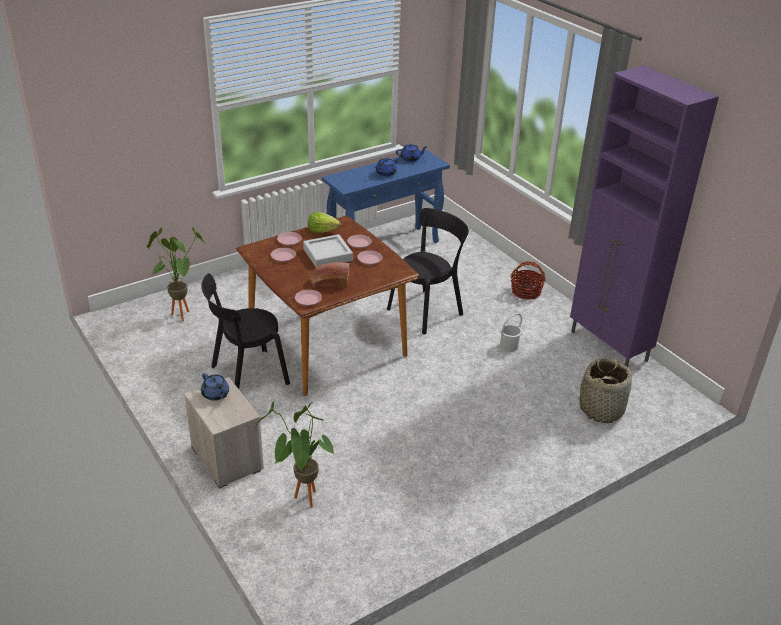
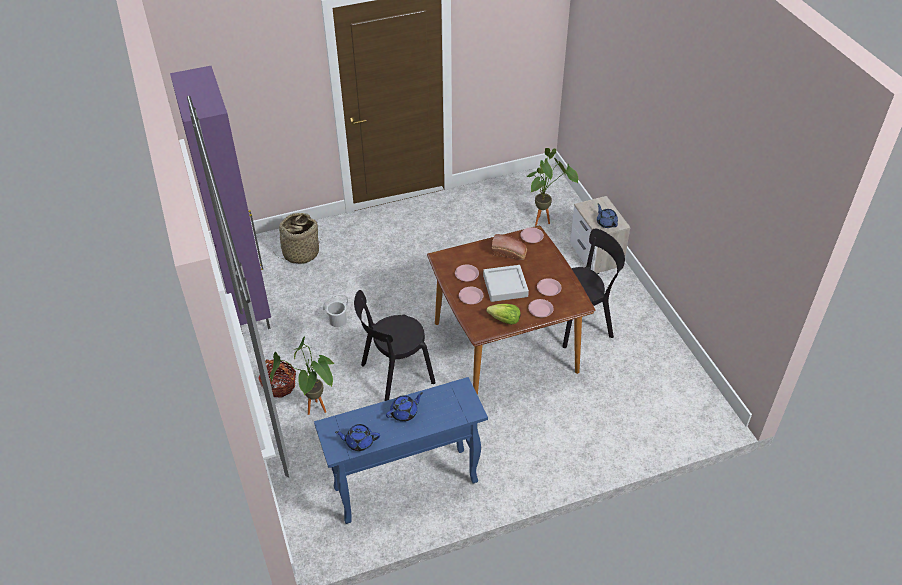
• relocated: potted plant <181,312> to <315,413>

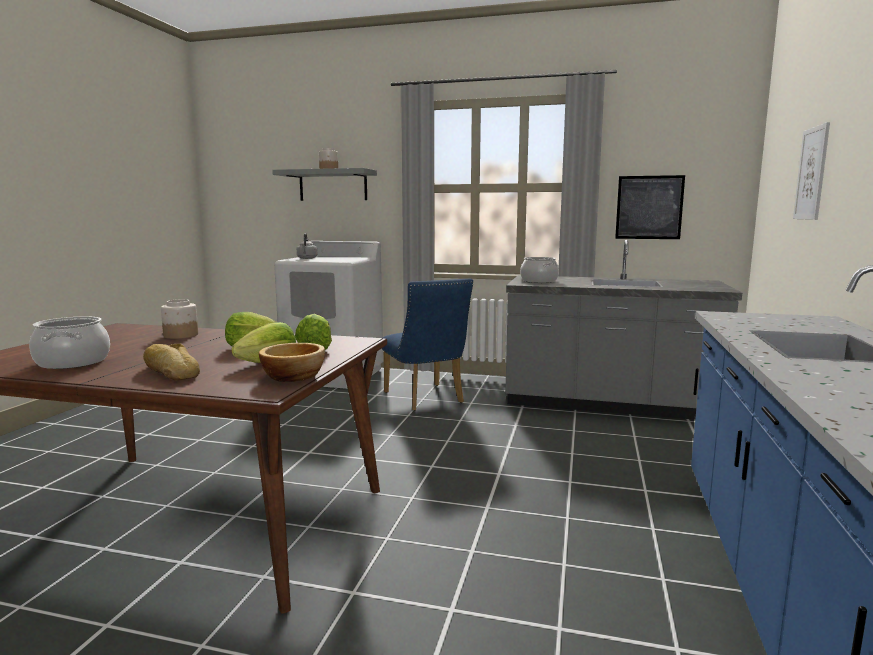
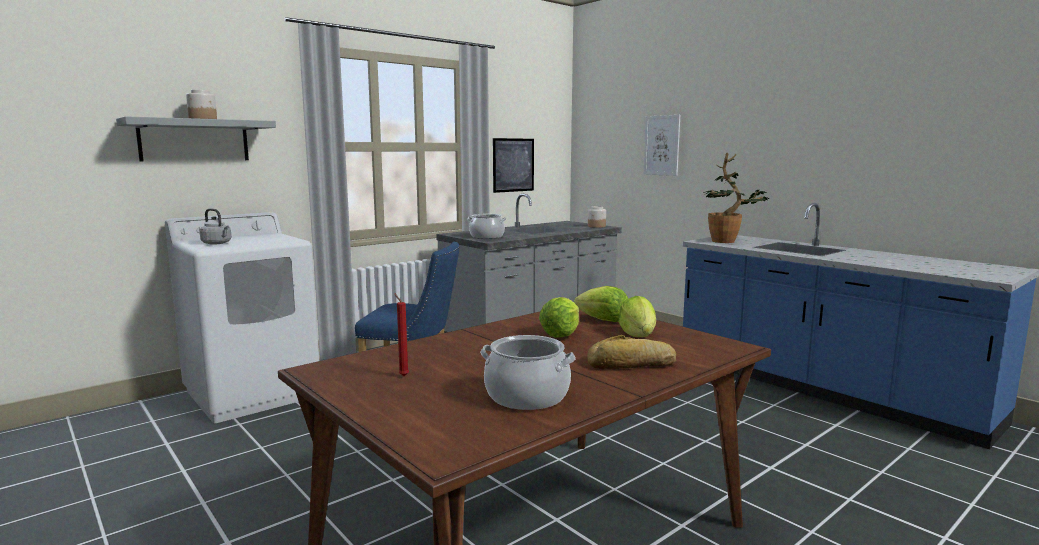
• appeared: reddish wax light <402,375>
• relocated: jar <180,335> to <596,226>
• appeared: potted plant <729,241>
• missing: deep dish <294,376>

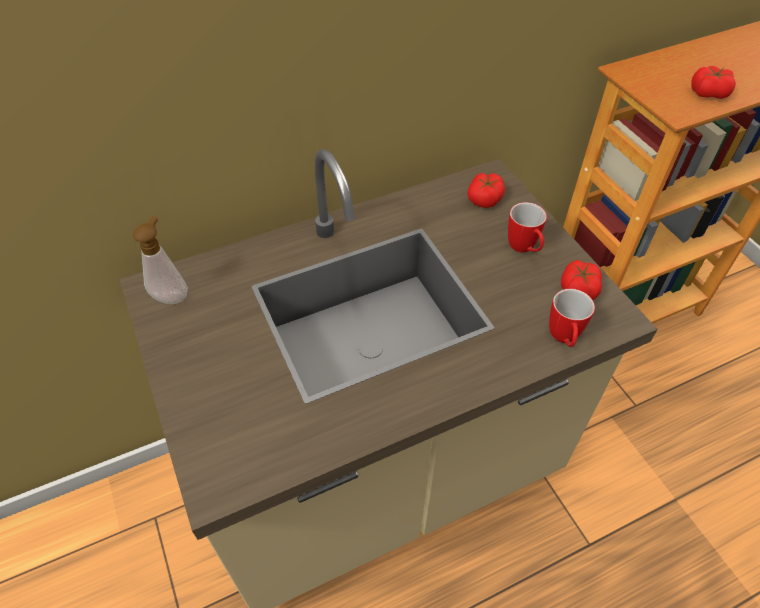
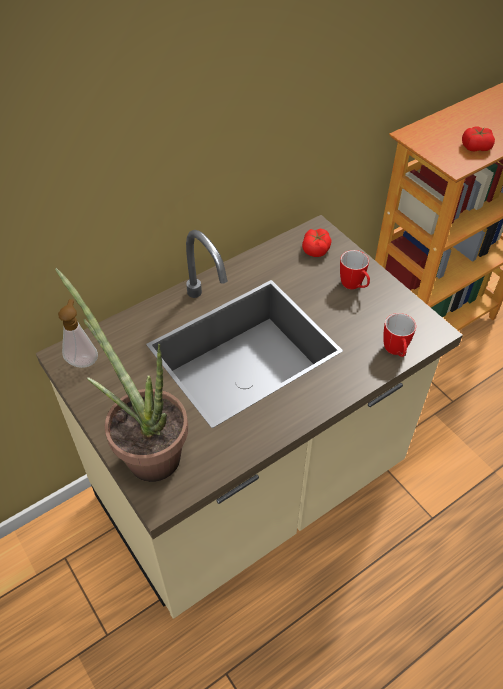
• appeared: potted plant <146,450>
• missing: fresh tomato <578,289>

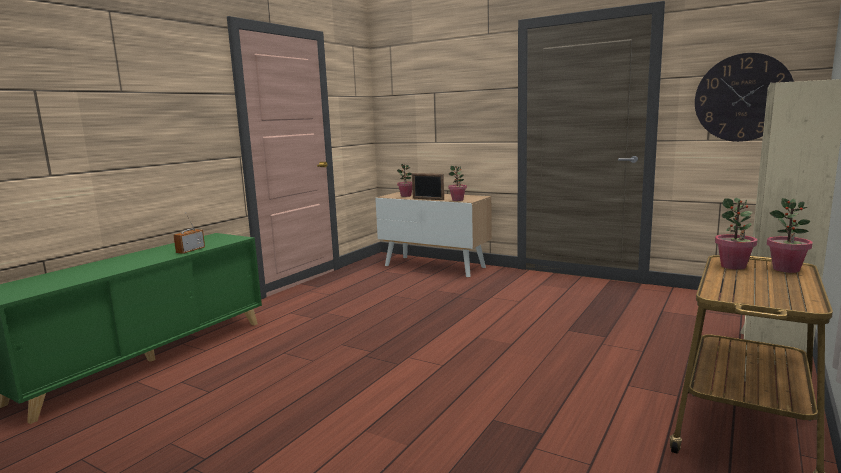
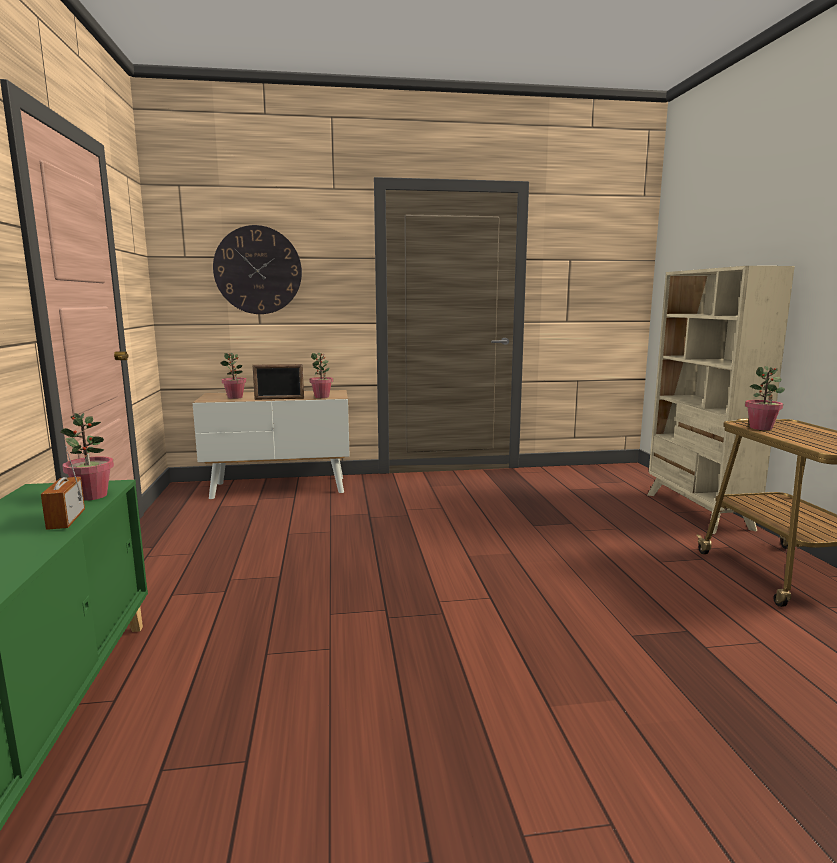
• relocated: potted plant <786,269> to <92,496>
• relocated: clock on the wall <742,98> to <258,270>

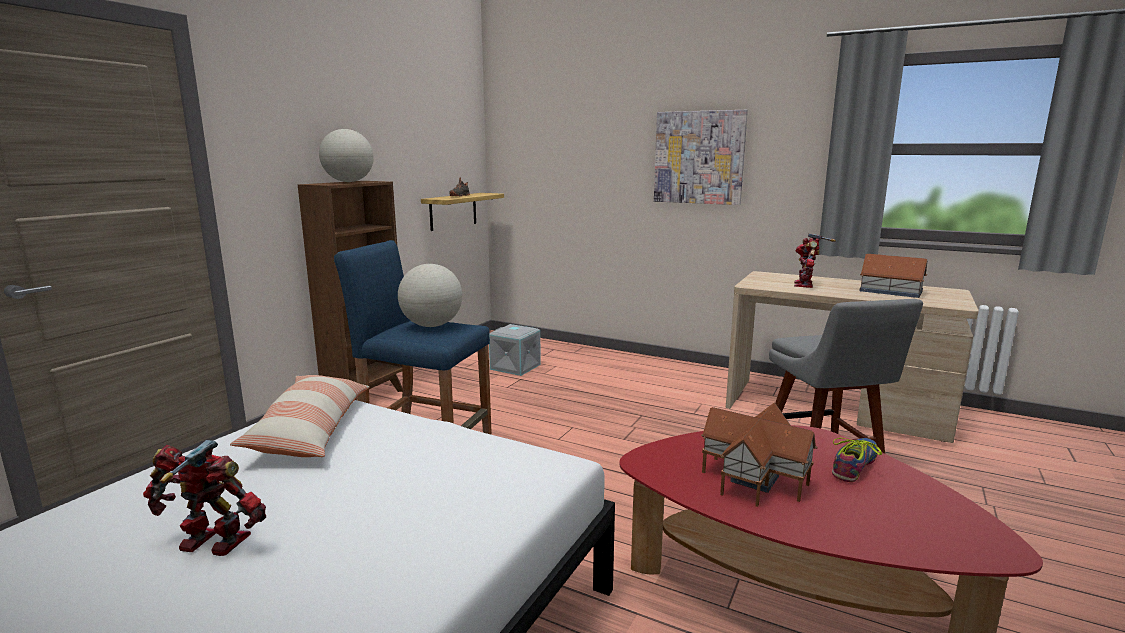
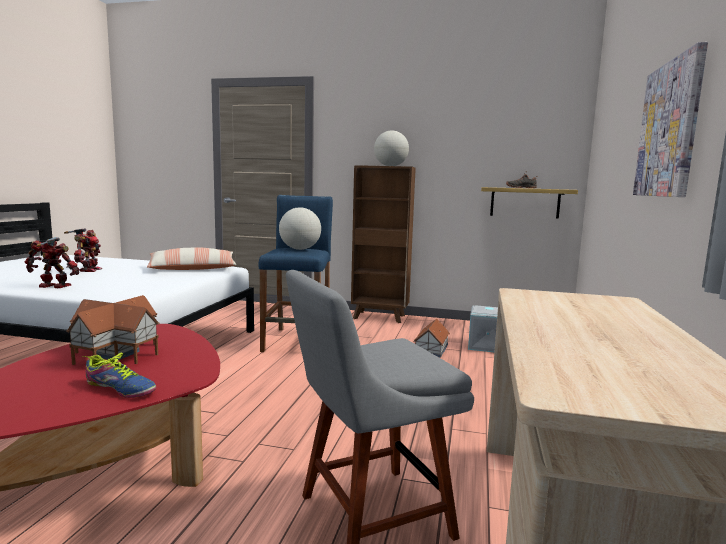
• relocated: toy robot <805,285> to <54,286>
• relocated: model house <890,291> to <431,349>

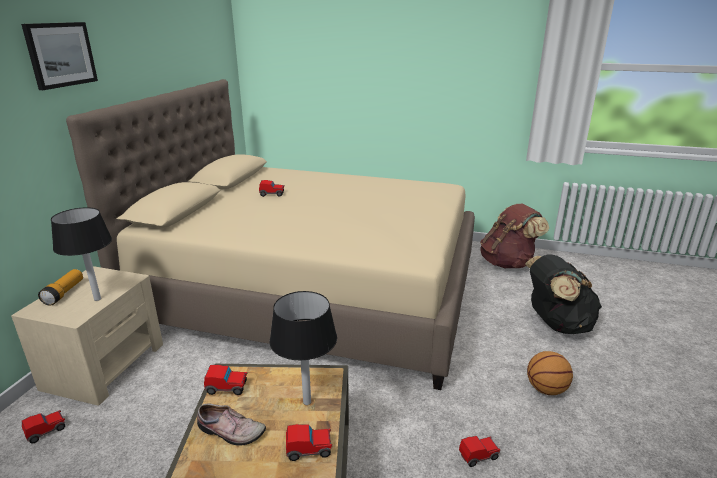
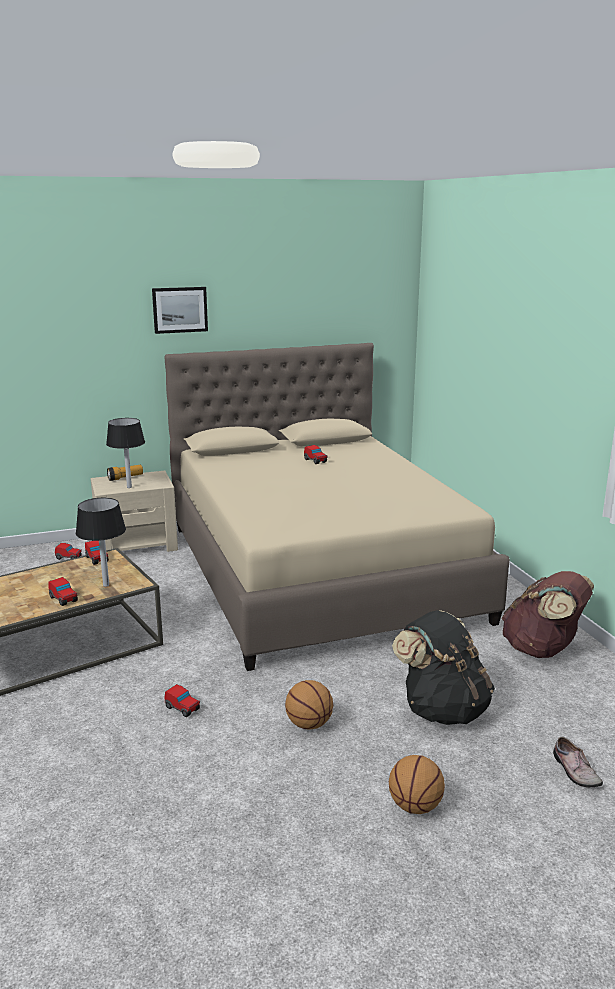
• appeared: basketball ball <414,806>
• relocated: low shoe <230,432> to <574,771>

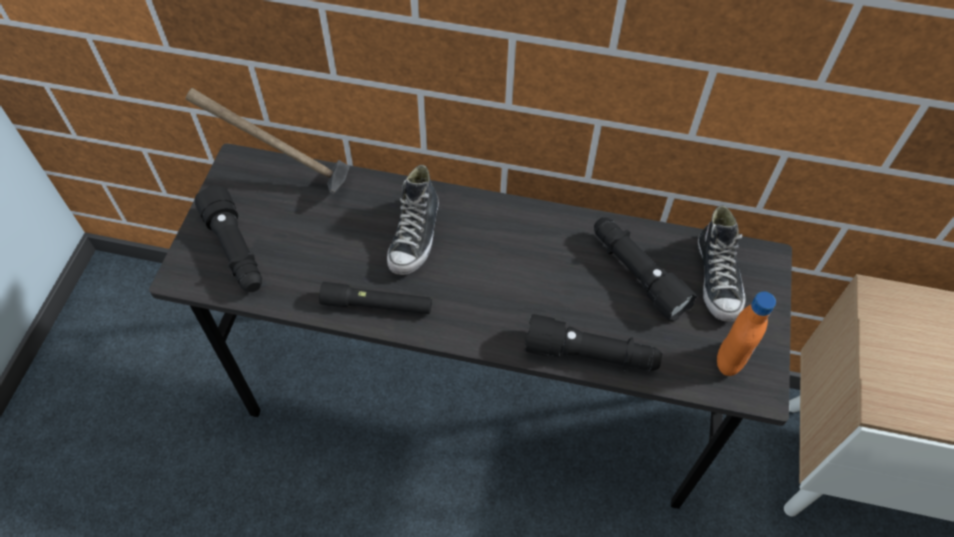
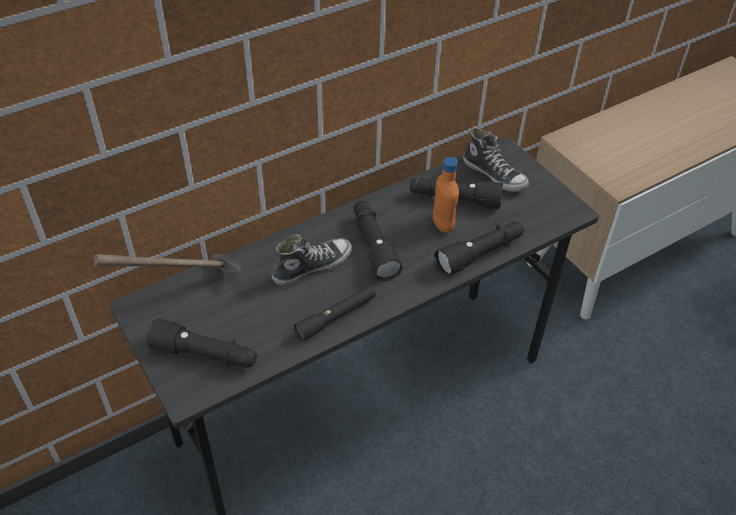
• spun: low shoe <415,237> = <312,266> 90 degrees counterclockwise
• appeared: blackish torch <373,246>
• relocated: orangey drink bottle <730,359> to <442,224>

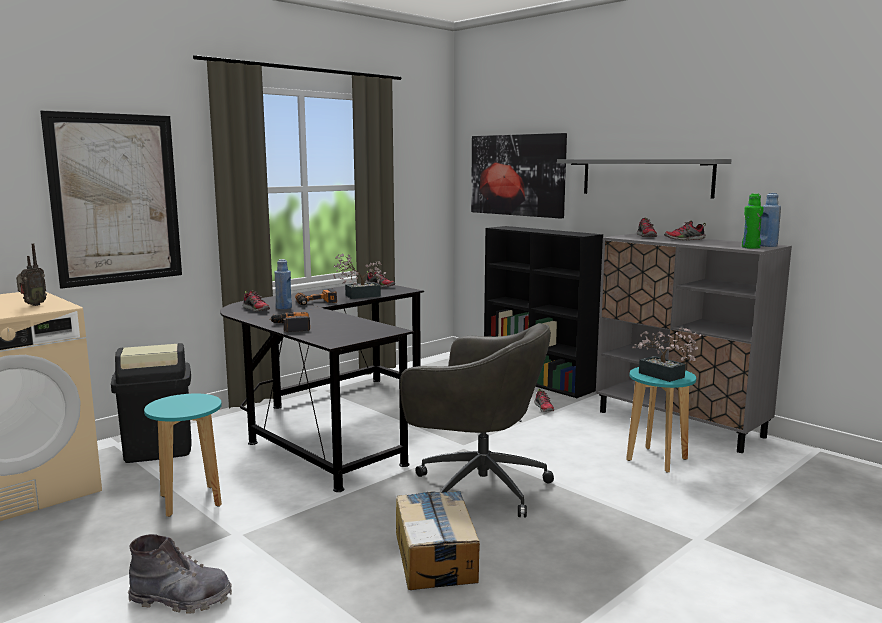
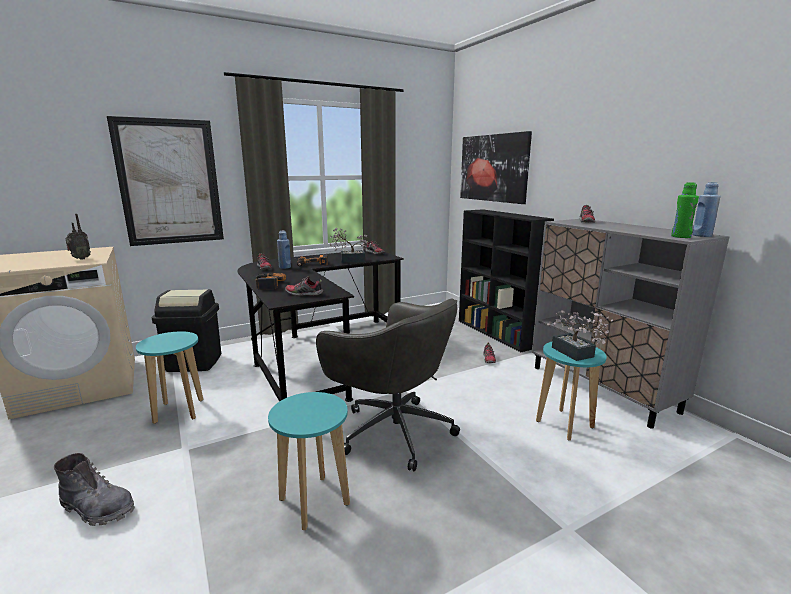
• exchanged: packing box <436,556> to turquoise stool <314,502>
• relocated: low shoe <684,239> to <303,294>
• missing: grey bracket shelf <646,177>

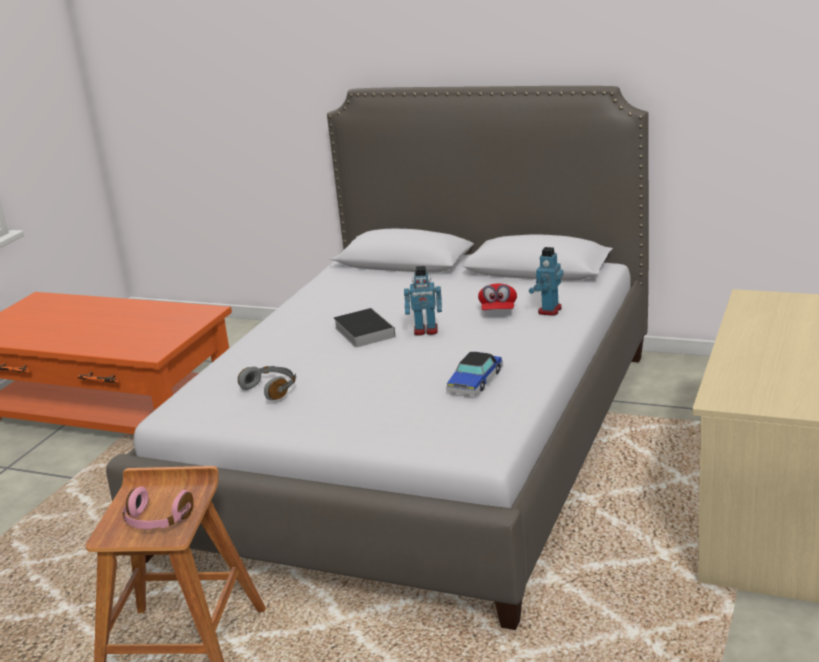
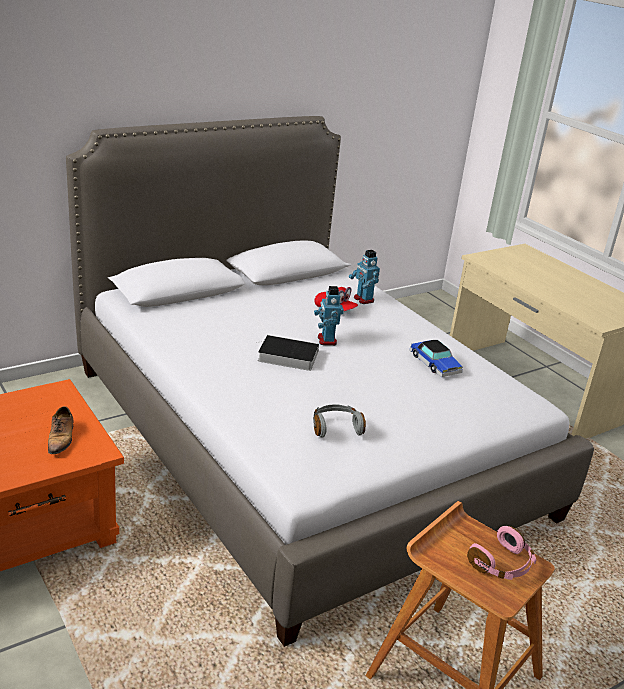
• appeared: low shoe <61,438>
• spun: toy robot <426,331> = <326,340> 135 degrees clockwise

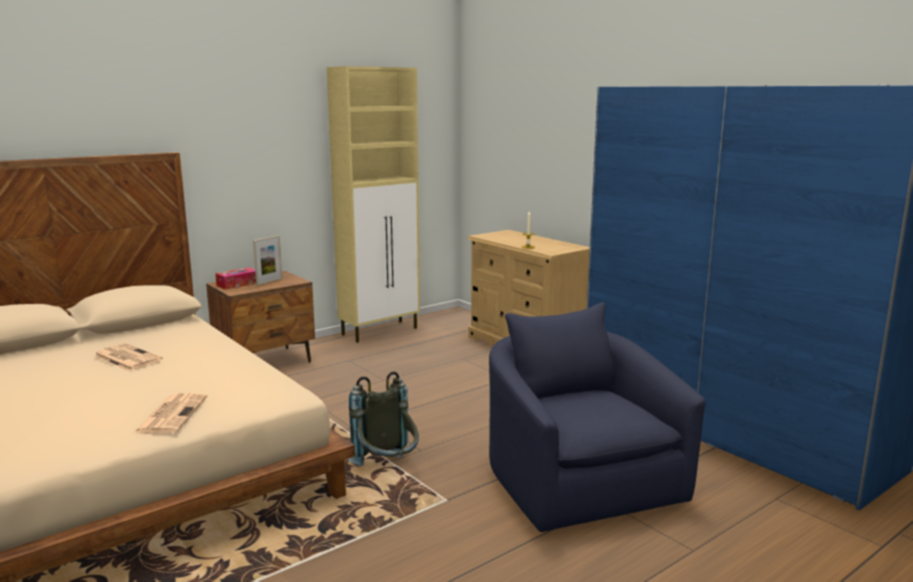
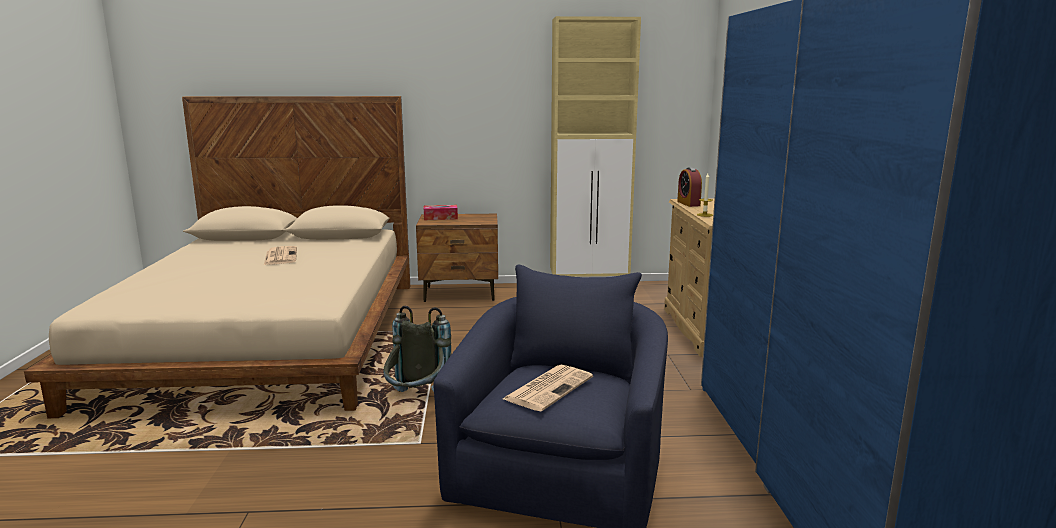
• relocated: printed paper <172,414> to <549,388>
• appeared: bedside clock <688,203>
• missing: picture frame <269,282>

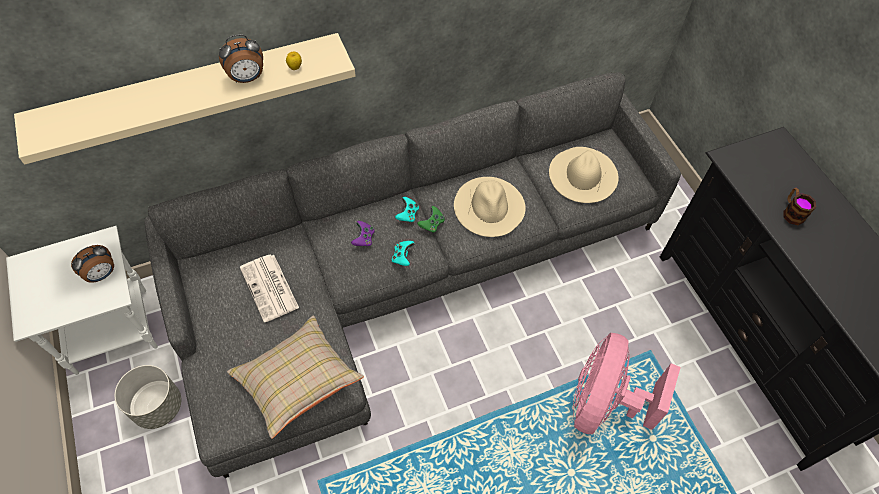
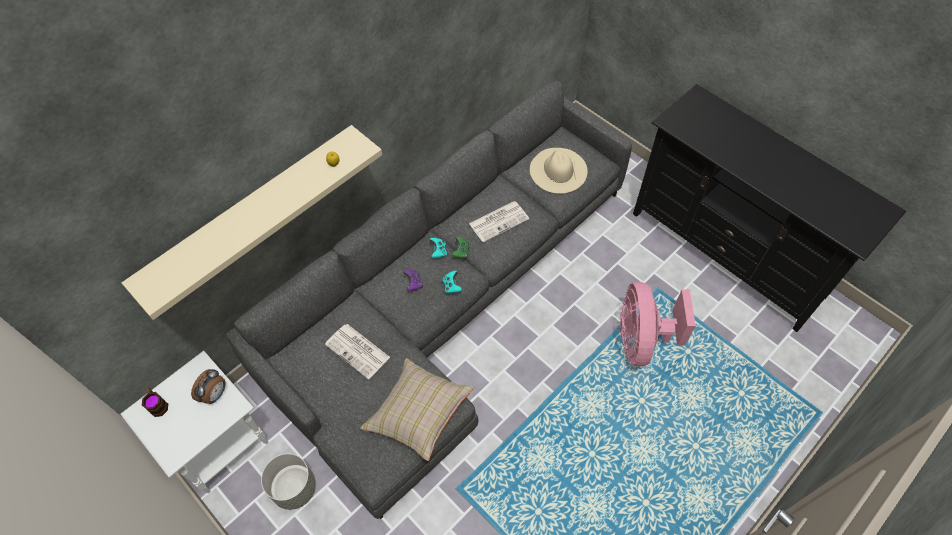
• relocated: coffee mug <791,212> to <157,404>
• exchanged: sand-coloured clothing hat <489,206> to printed paper <499,221>
• missing: bedside clock <247,78>

